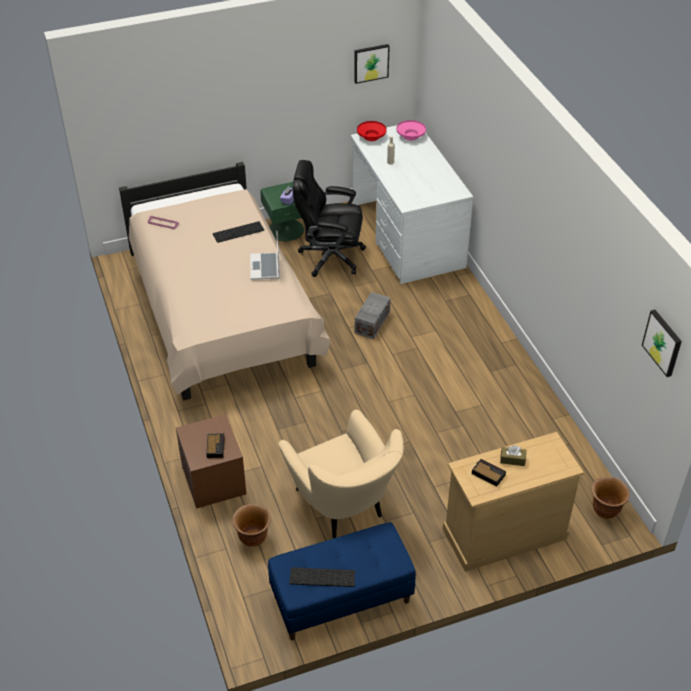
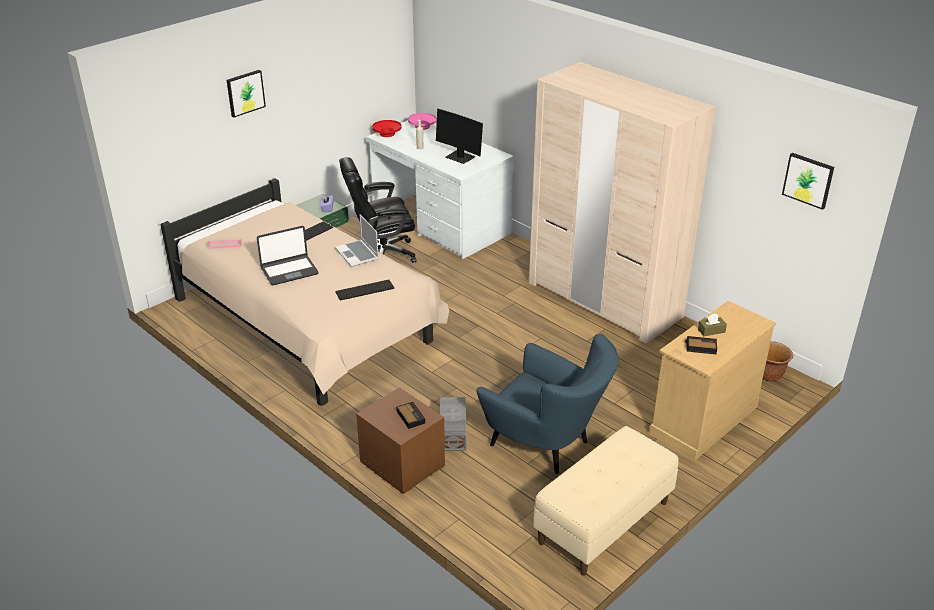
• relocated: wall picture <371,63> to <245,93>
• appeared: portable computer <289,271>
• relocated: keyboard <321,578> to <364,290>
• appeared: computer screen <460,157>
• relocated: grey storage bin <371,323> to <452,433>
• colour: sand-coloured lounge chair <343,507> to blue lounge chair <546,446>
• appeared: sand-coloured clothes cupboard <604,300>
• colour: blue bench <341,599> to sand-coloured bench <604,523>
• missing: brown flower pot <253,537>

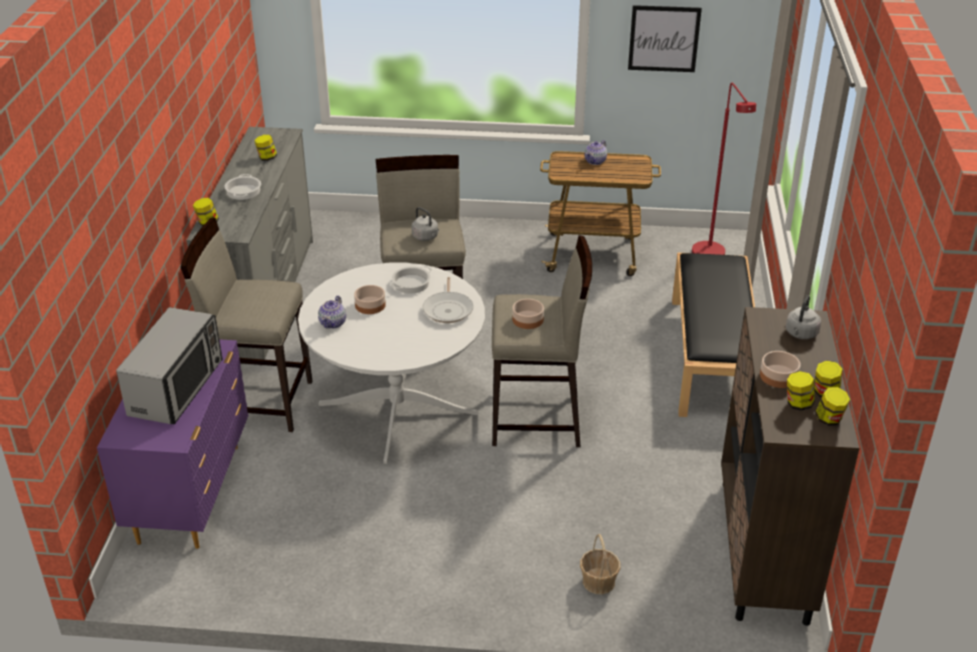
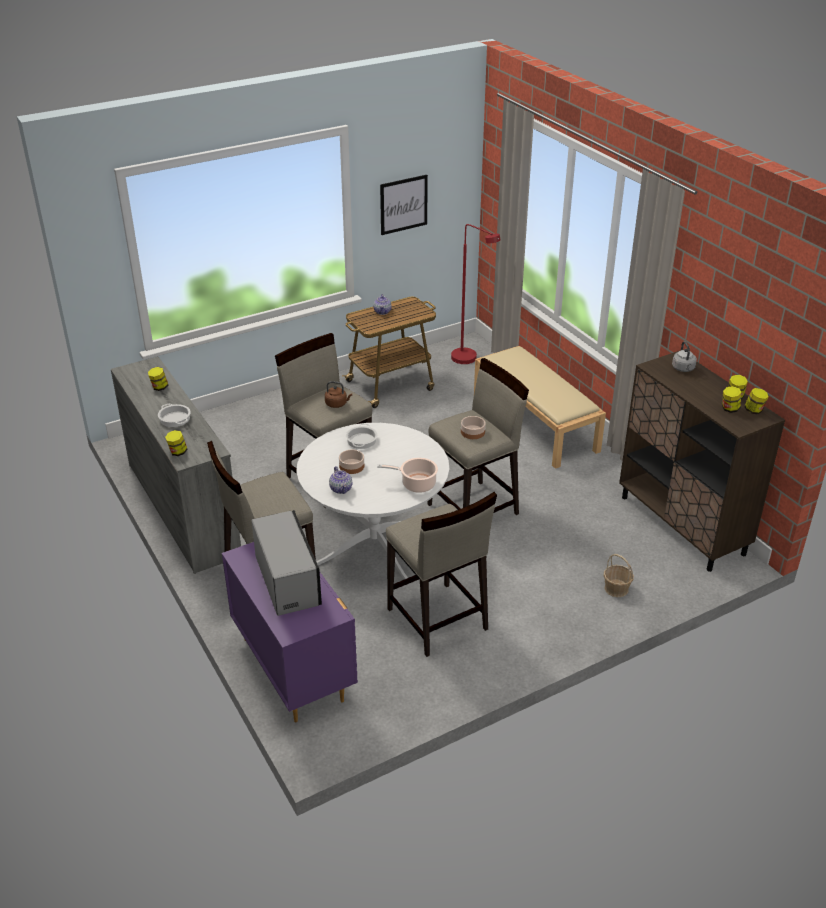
• colour: grey tea kettle <426,237> to brown tea kettle <337,404>
• appeared: stockpot <416,484>
• appeared: sand-coloured stool <437,620>
• colour: blackish bench <712,357> to sand-coloured bench <536,423>
• missing: skillet <448,309>
• missing: deep dish <778,376>

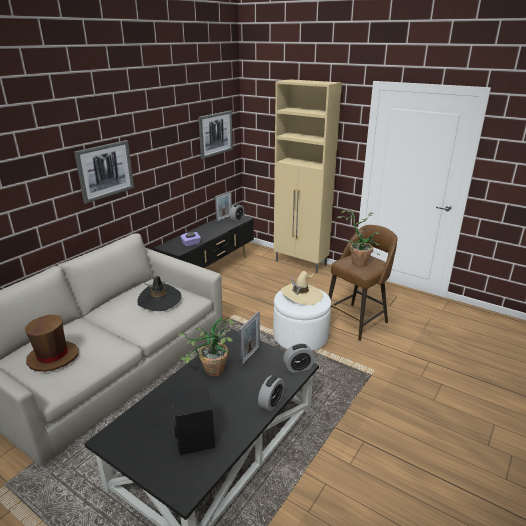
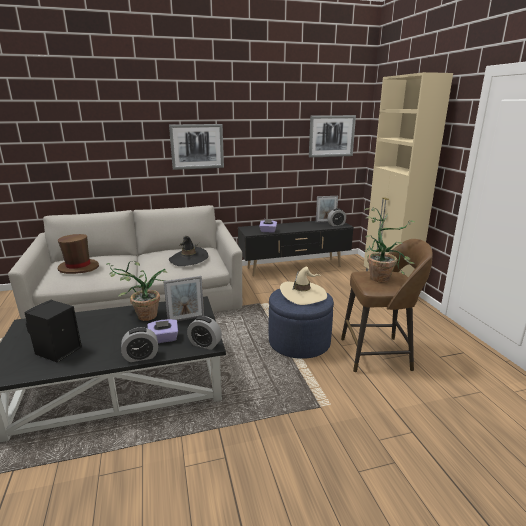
• appeared: purplish box of tissues <164,339>
• colour: white footrest <300,336> to blue footrest <299,342>

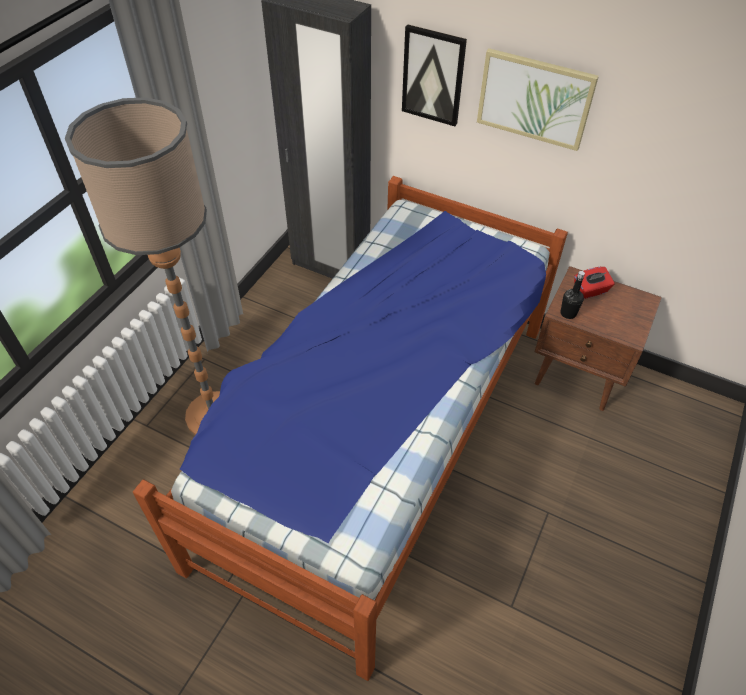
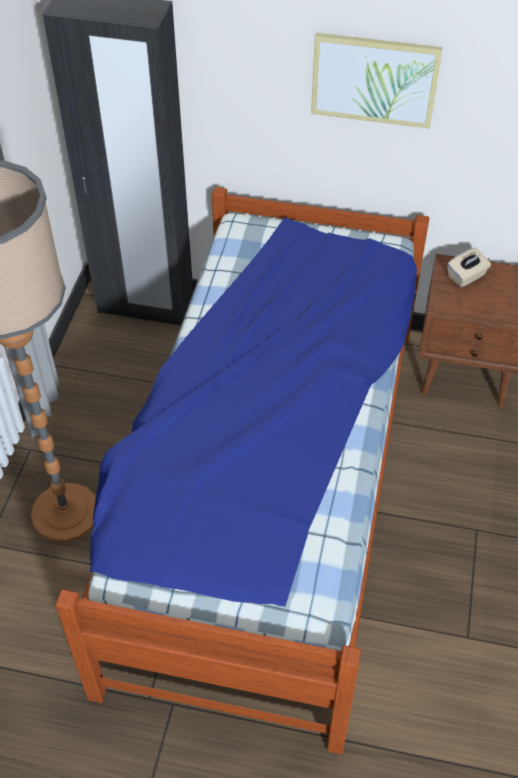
• colour: reddish box of tissues <590,290> to sand-coloured box of tissues <466,277>
• missing: wall picture <433,75>
• missing: blackish drink bottle <568,313>

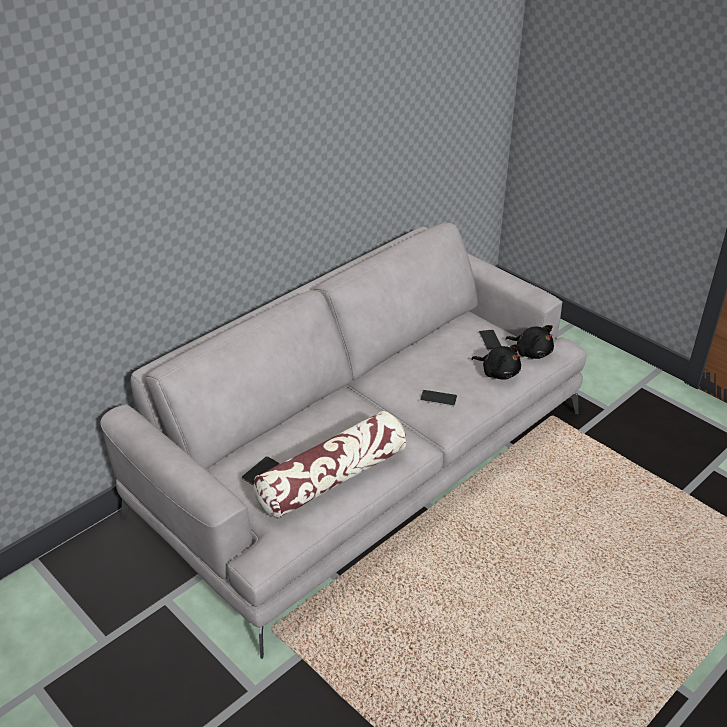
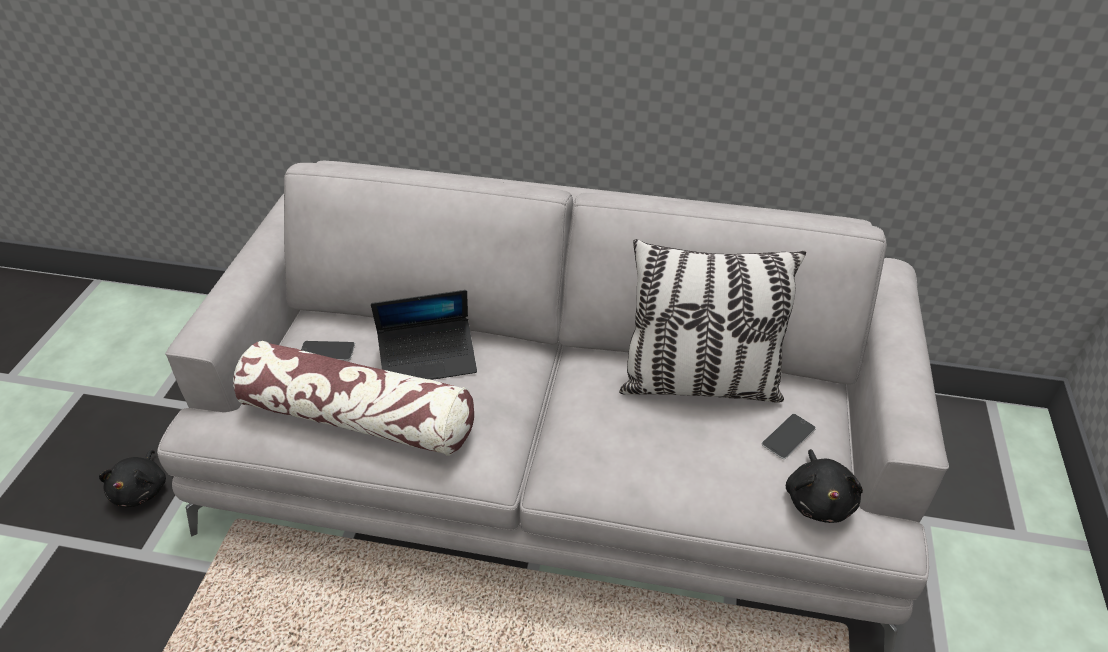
• relocated: blackish soft toy <498,372> to <142,490>
• appeared: portable computer <428,359>
• appeared: pillow <699,384>
• missing: handset <438,398>

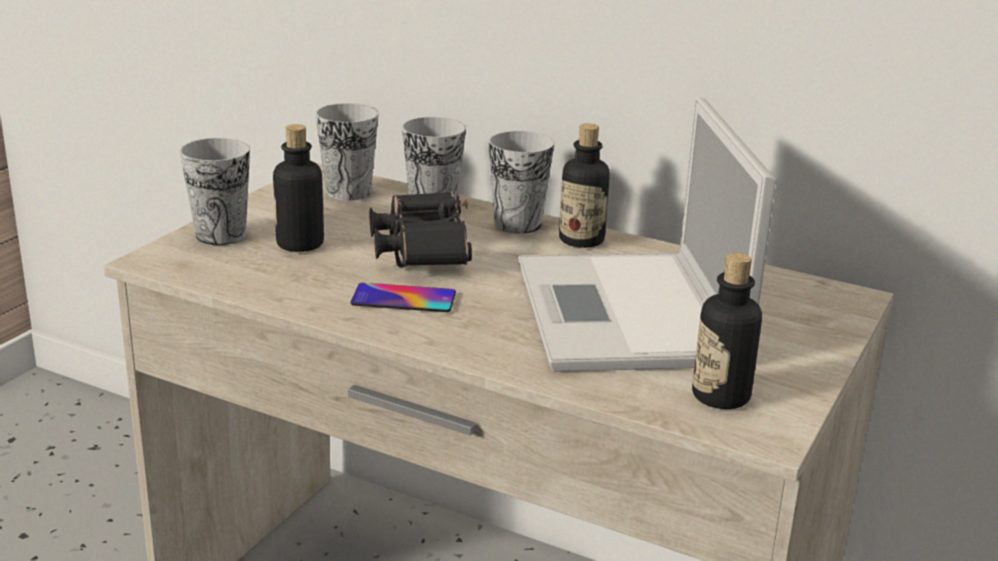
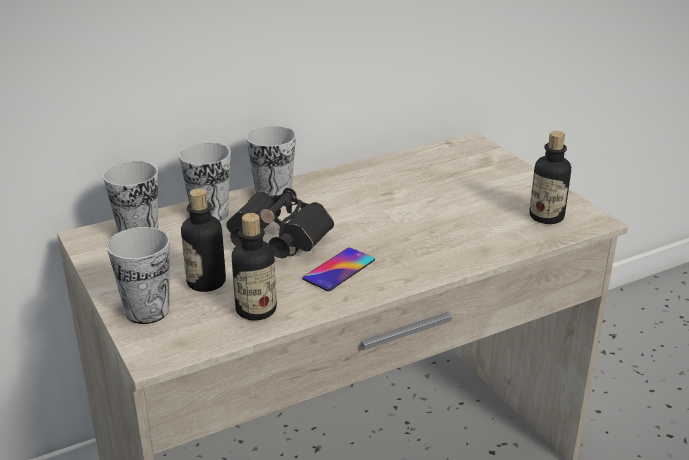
• relocated: drink bottle <581,240> to <256,310>
• missing: portable computer <628,315>

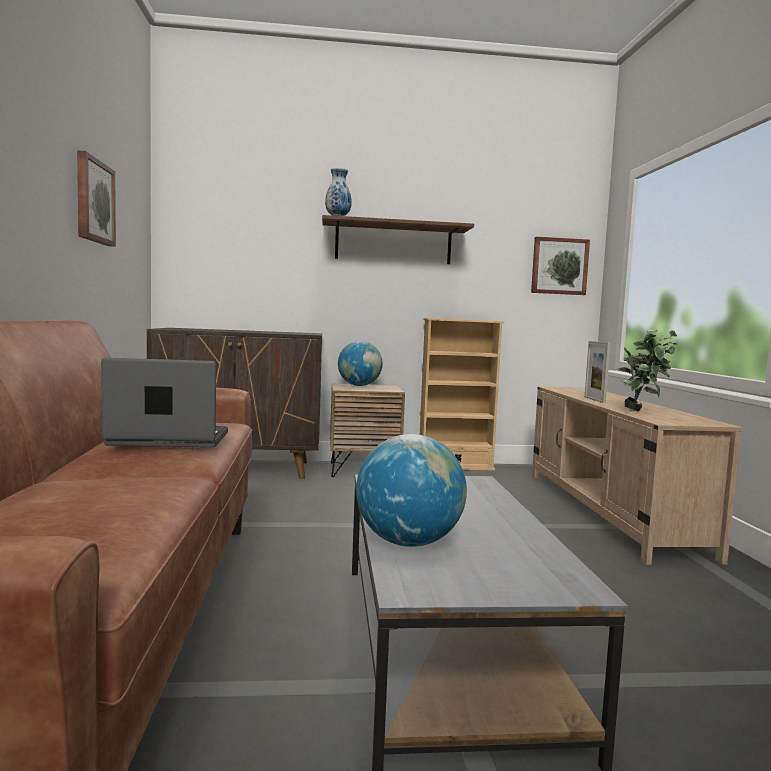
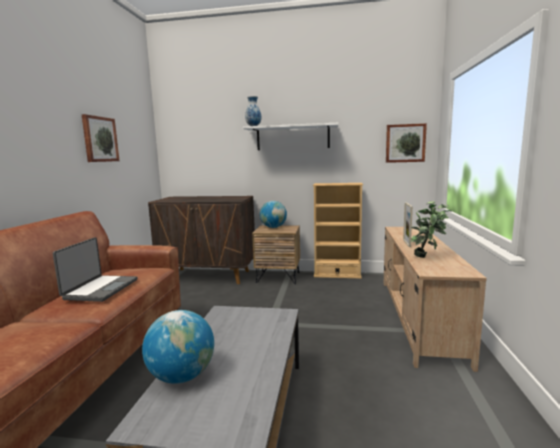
• spun: portable computer <168,439> = <100,289> 90 degrees clockwise
• colour: brown bracket shelf <393,243> to white bracket shelf <292,137>

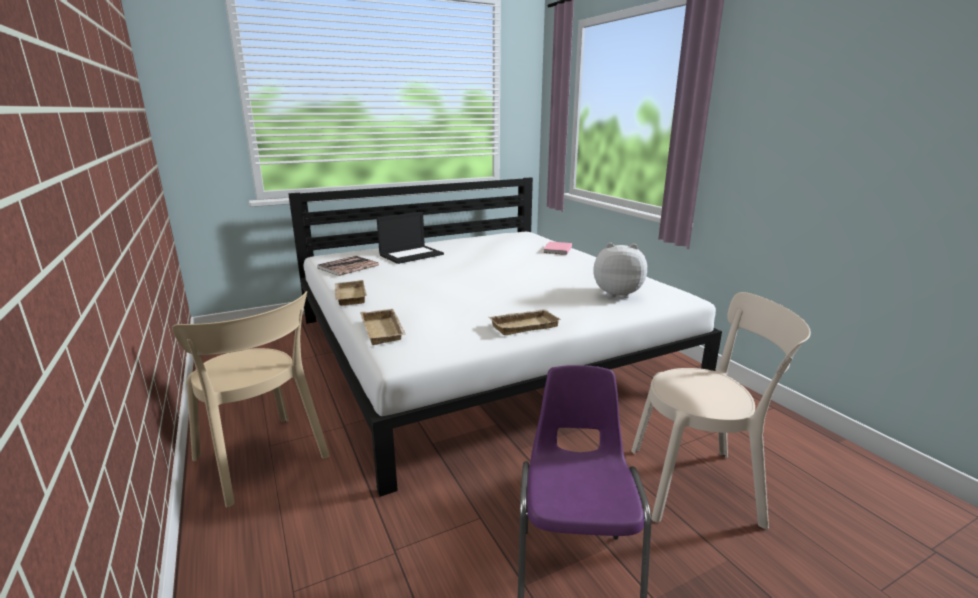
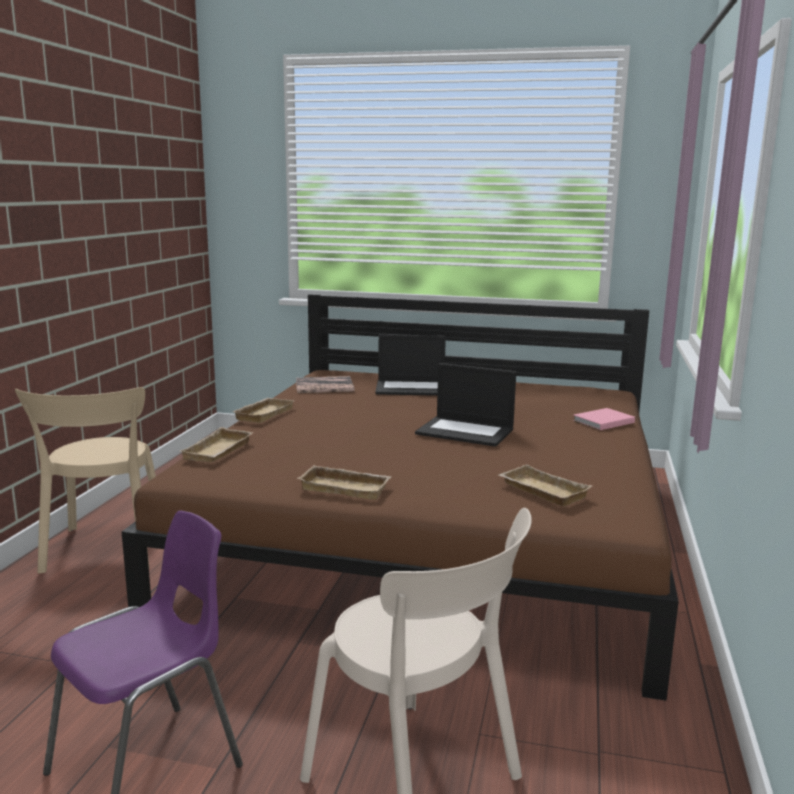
• colour: white bed <481,350> to brown bed <433,532>
• appeared: portable computer <466,431>
• exchanged: soft toy <617,294> to sand-coloured serving tray <541,491>

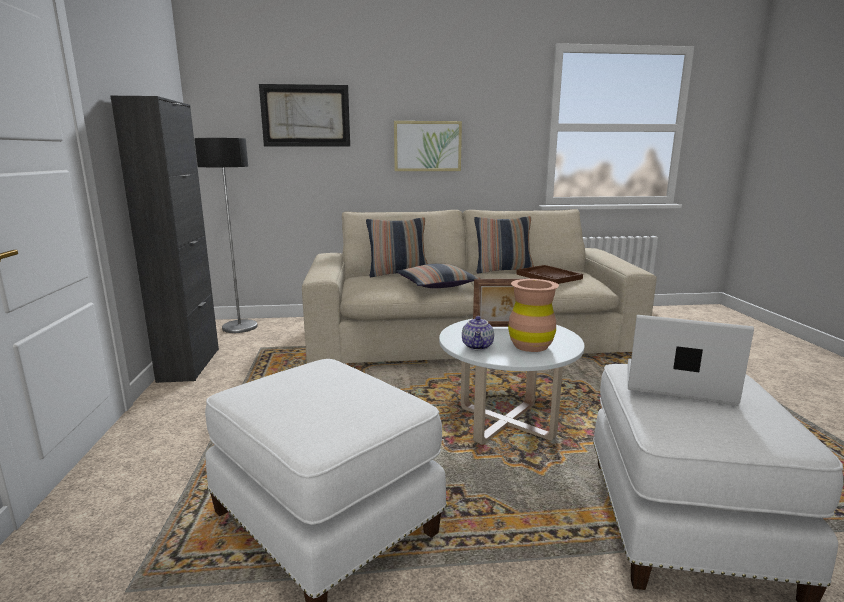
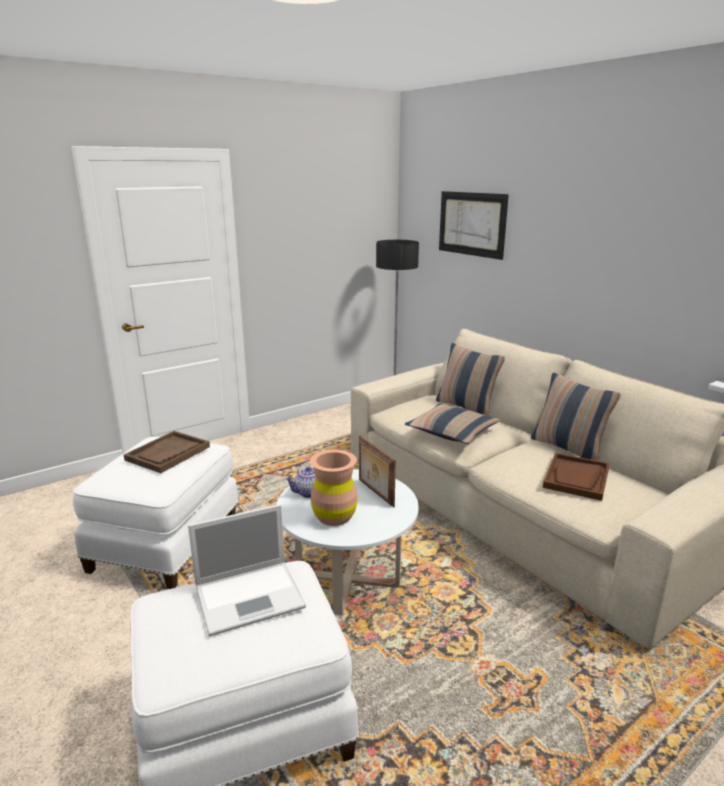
• appeared: brown serving tray <168,453>
• spun: portable computer <675,383> = <251,596> 75 degrees clockwise
• missing: blackish storage cabinet <189,365>
• missing: wall picture <427,146>

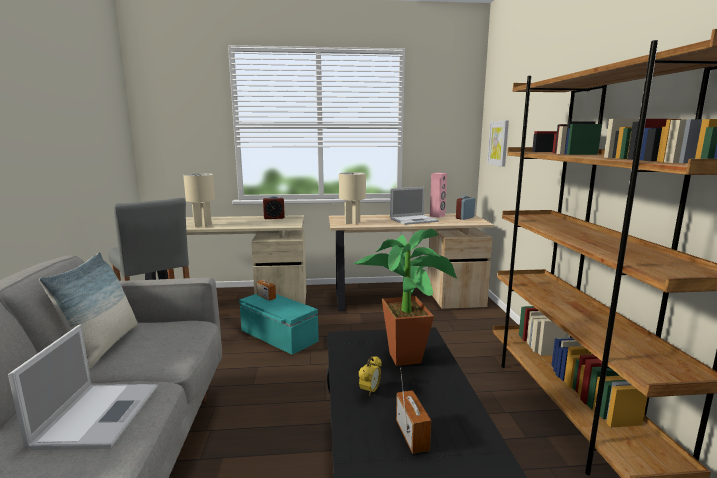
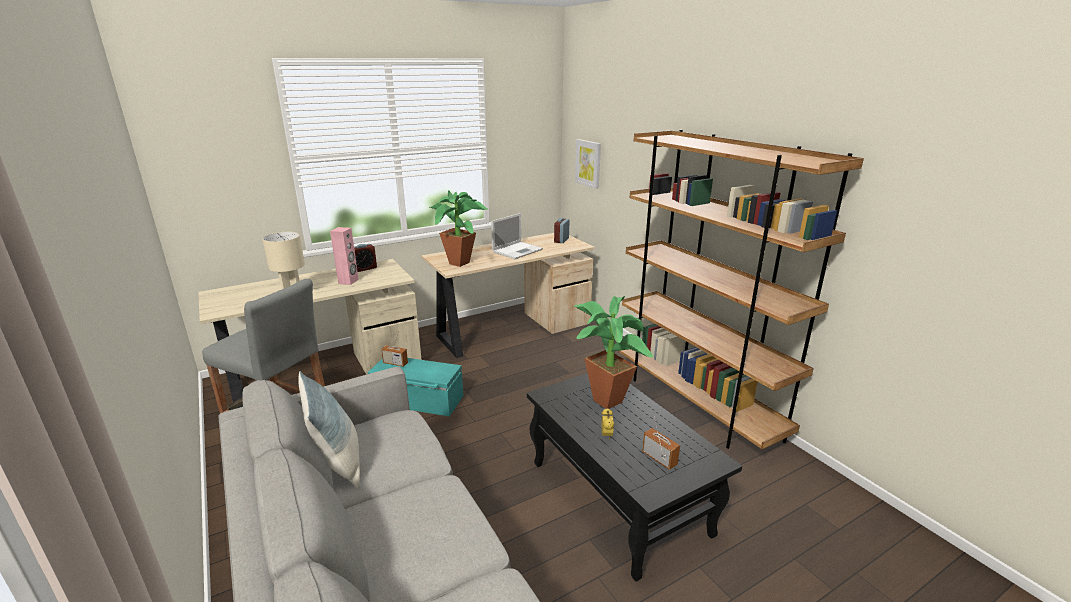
• relocated: pinkish speaker <437,216> to <348,281>
• exchanged: sand-coloured table lamp <352,223> to potted plant <461,264>
• missing: portable computer <99,414>

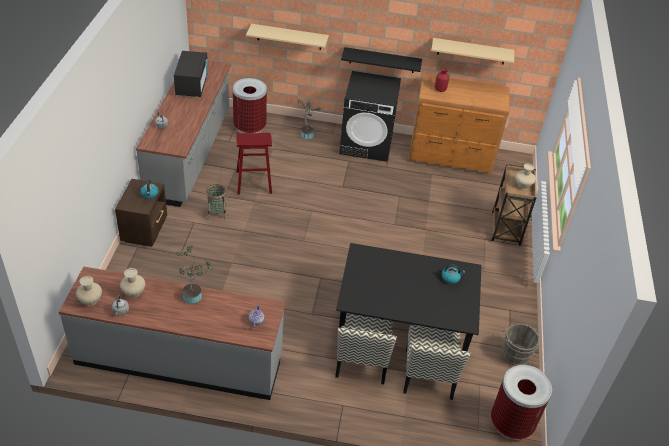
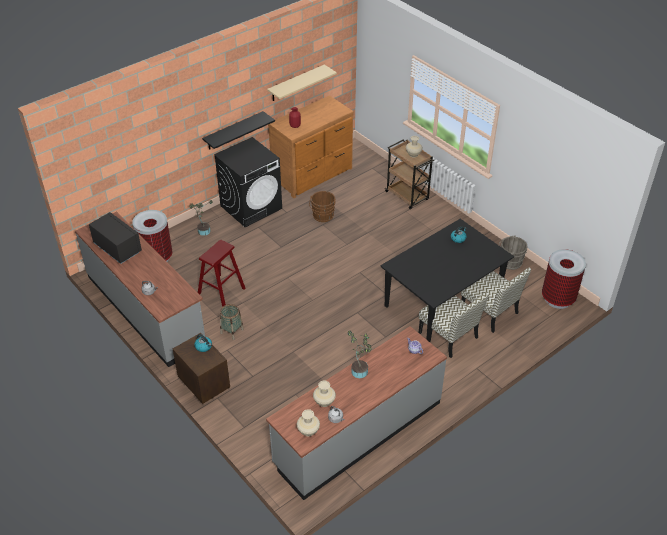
• appeared: brown water bucket <323,216>
• missing: sand-coloured bracket shelf <289,37>

